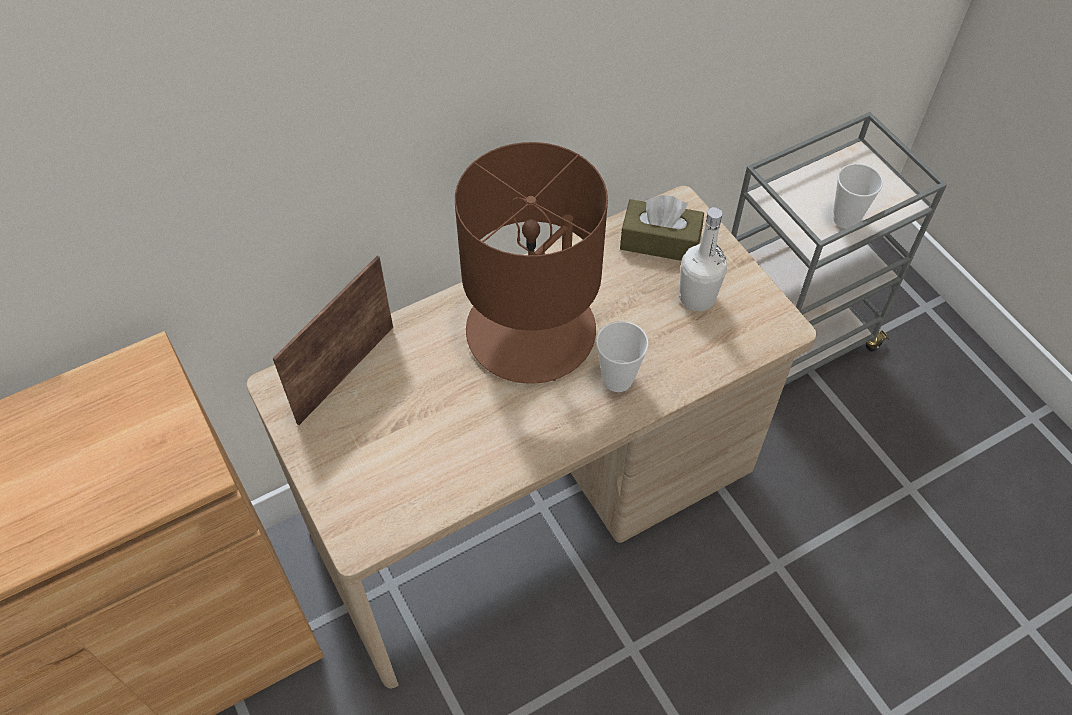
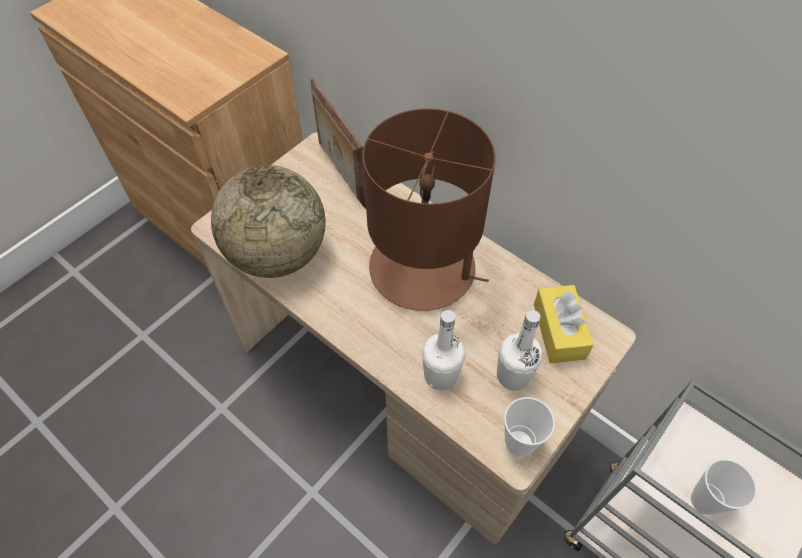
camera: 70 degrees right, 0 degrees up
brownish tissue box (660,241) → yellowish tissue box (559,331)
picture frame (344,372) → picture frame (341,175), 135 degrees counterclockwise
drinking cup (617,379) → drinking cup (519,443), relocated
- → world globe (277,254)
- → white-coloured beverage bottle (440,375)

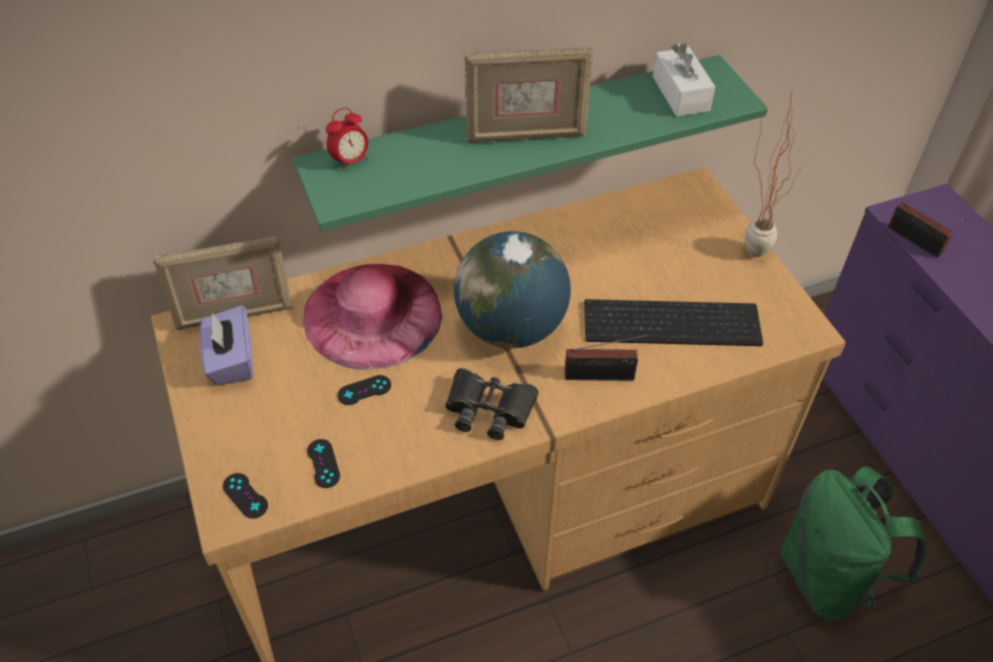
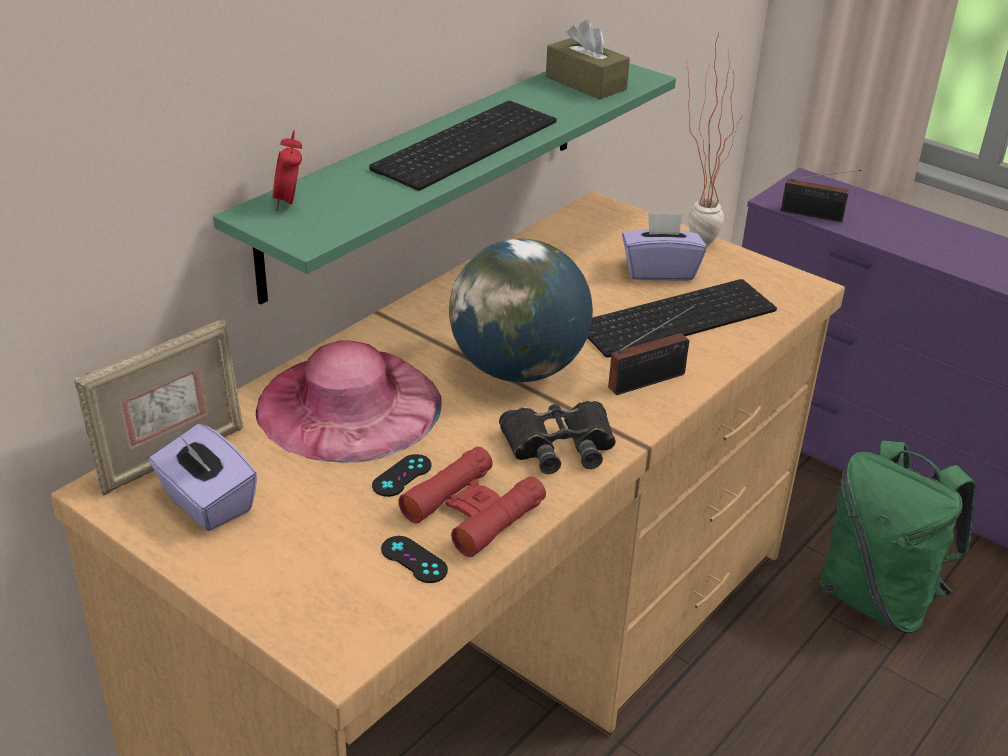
camera: 30 degrees left, 15 degrees down
white-coloured tissue box (680,93) → brownish tissue box (585,83)
picture frame (525,135) → computer keyboard (465,143)
alarm clock (350,161) → alarm clock (289,203), 150 degrees clockwise
black gamepad (245,496) → -
- → purplish tissue box (659,271)
- → reddish pair of binoculars (473,511)

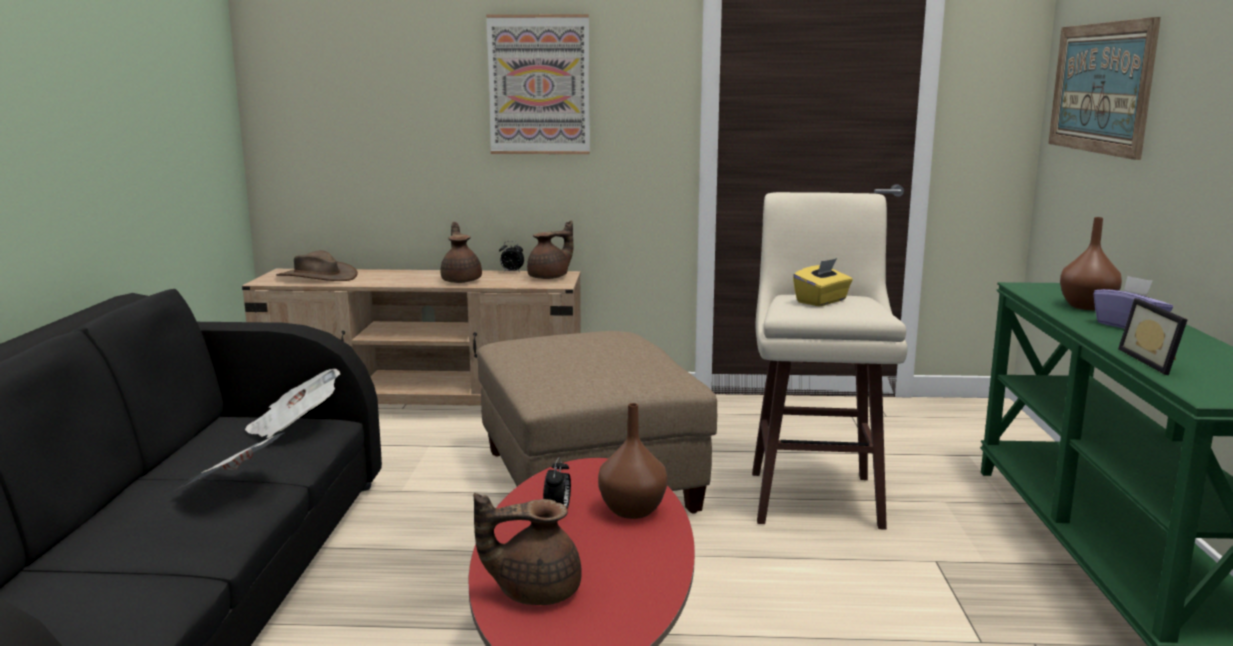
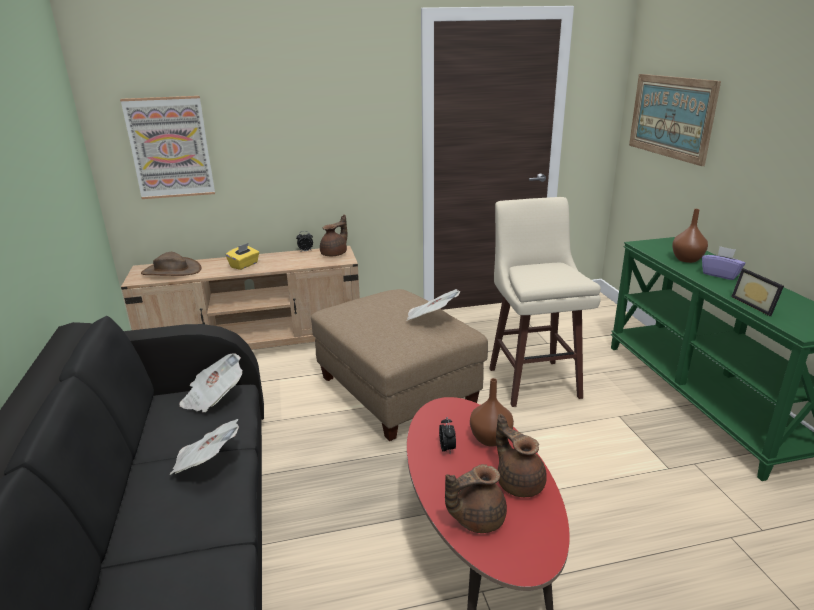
camera: 15 degrees left, 10 degrees up
wall picture (539,85) → wall picture (170,148), relocated
brownish pot for tea (461,280) → brownish pot for tea (519,482), relocated
yellowish tissue box (822,301) → yellowish tissue box (244,265), relocated
- → newspaper (431,318)

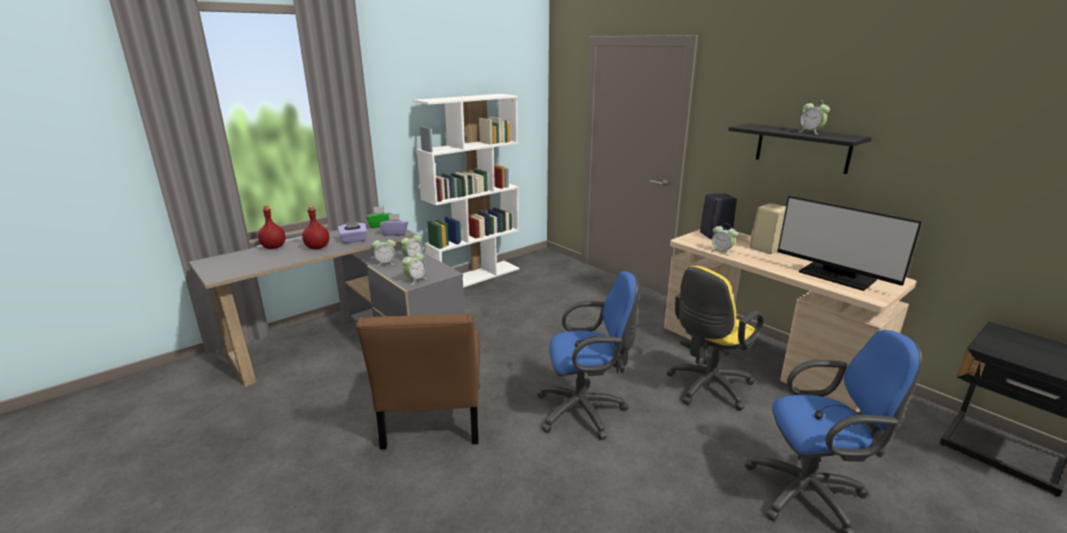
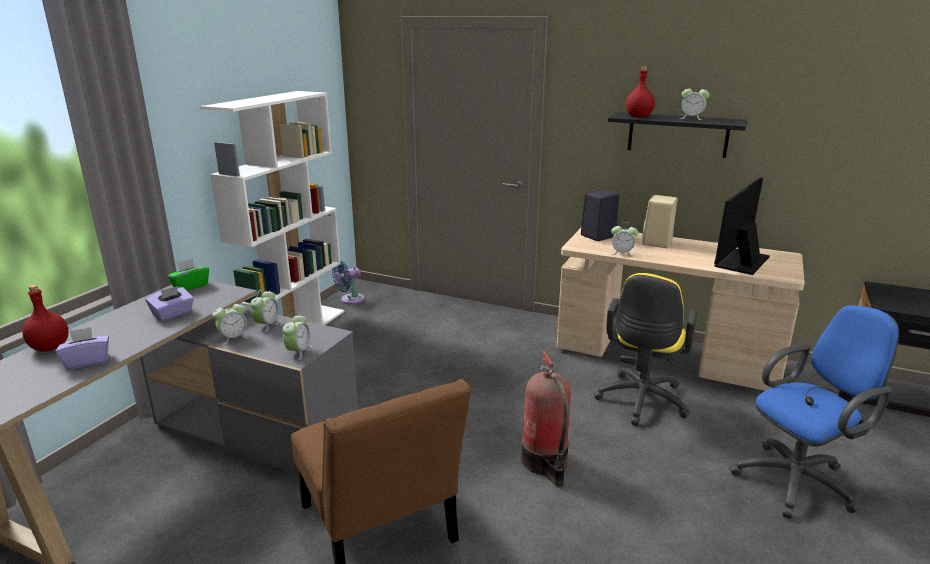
camera: 25 degrees left, 0 degrees up
computer display (836,276) → computer display (741,261), 105 degrees clockwise
reddish beverage bottle (318,248) → reddish beverage bottle (639,117), relocated
purplish tissue box (395,233) → purplish tissue box (87,361), relocated
blue computer chair (585,411) → fire extinguisher (545,463)
- → blue electric fan (350,300)

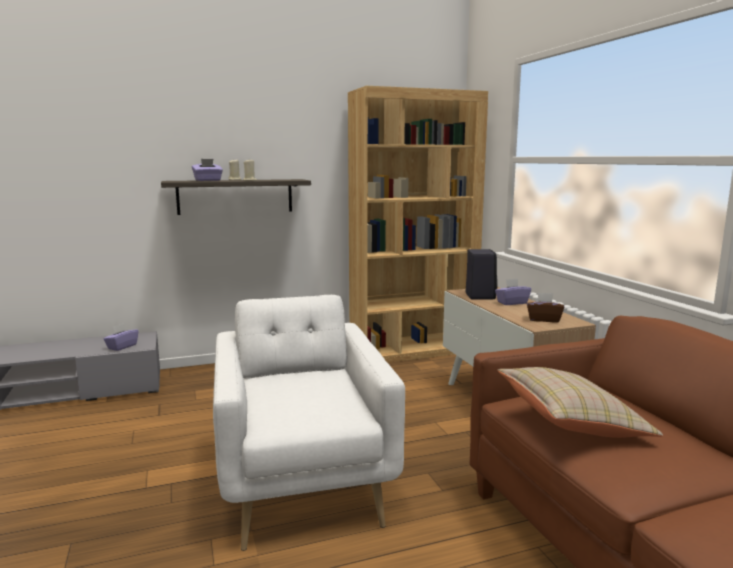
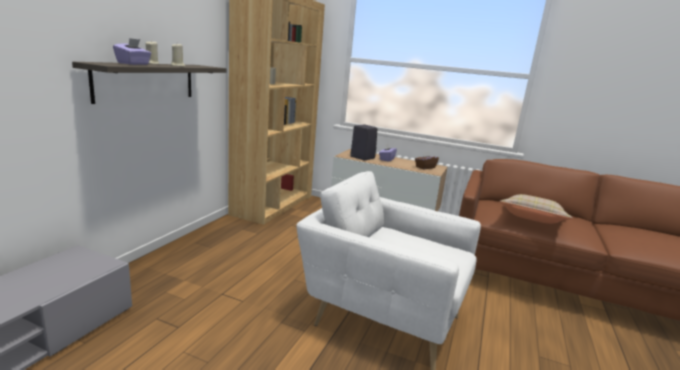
camera: 50 degrees left, 5 degrees up
purplish tissue box (122,346) → -

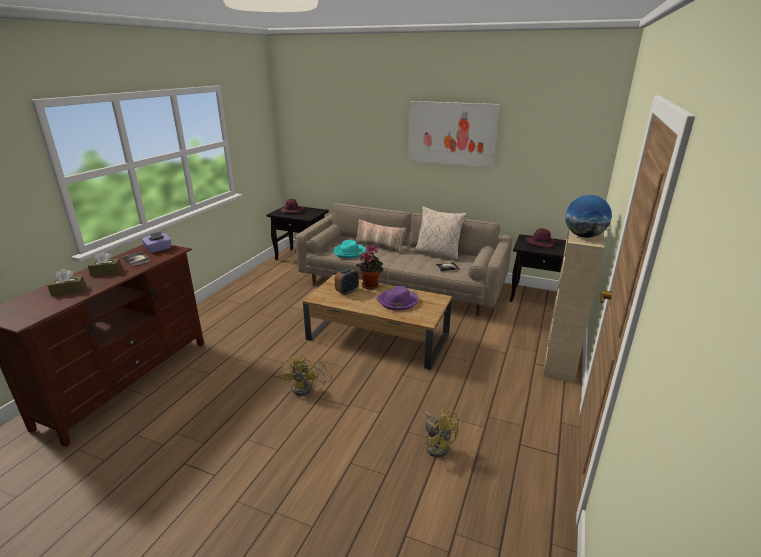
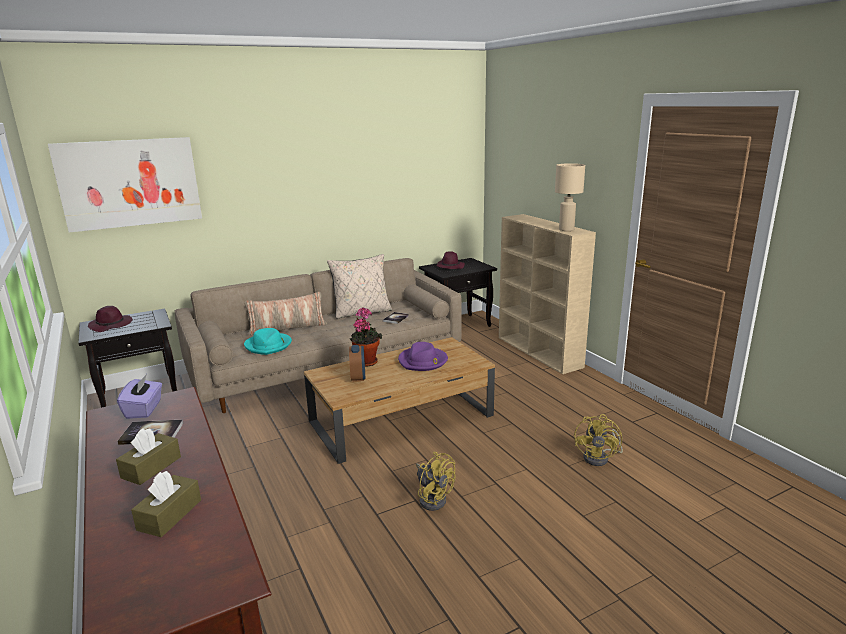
camera: 50 degrees left, 5 degrees down
wall picture (451,133) → wall picture (130,183), relocated
world globe (584,236) → beige table lamp (566,230)
yellowish electric fan (437,444) → yellowish electric fan (600,458), 105 degrees clockwise

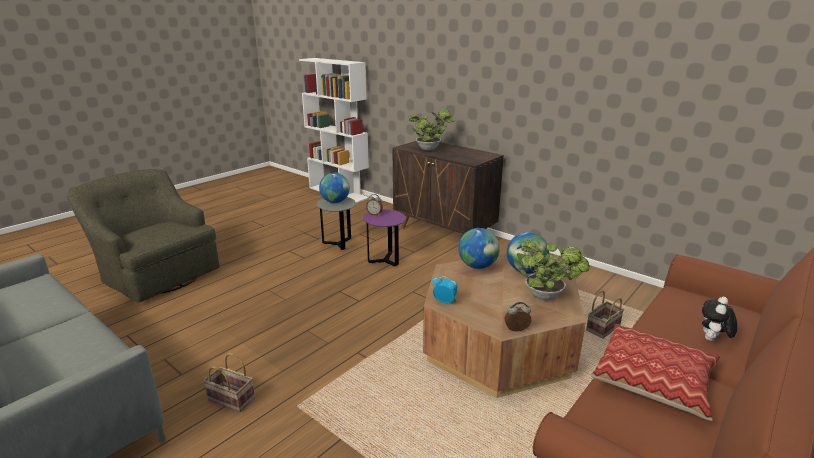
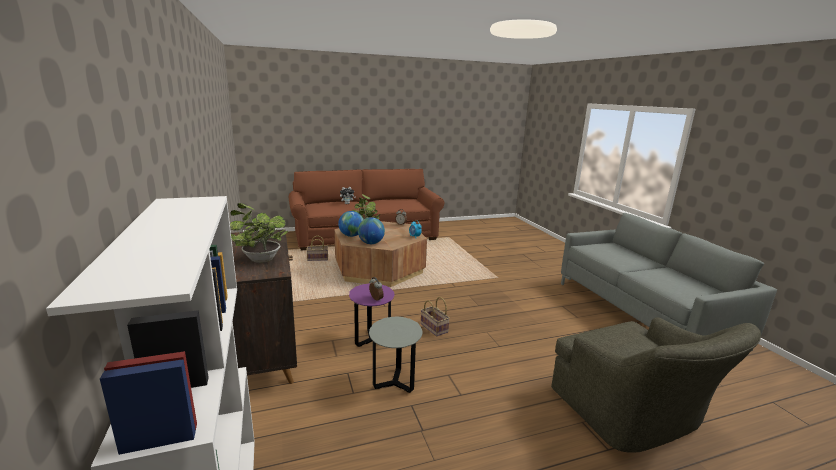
camera: 150 degrees left, 5 degrees down
world globe (335,202) → -
throw pillow (654,379) → -
basket (230,399) → basket (435,328), relocated

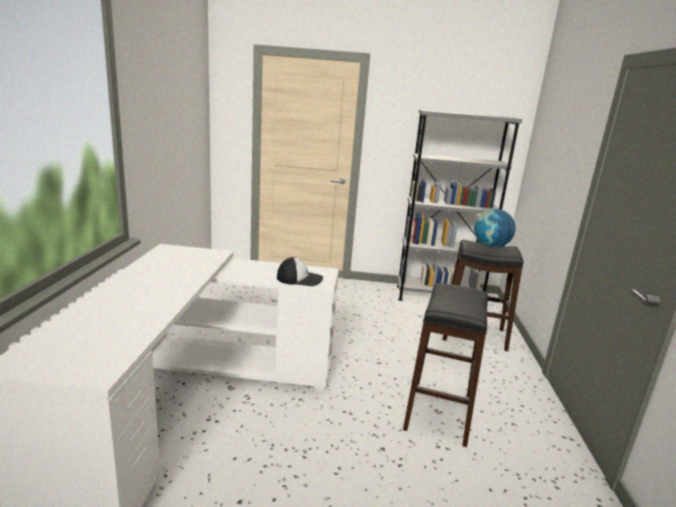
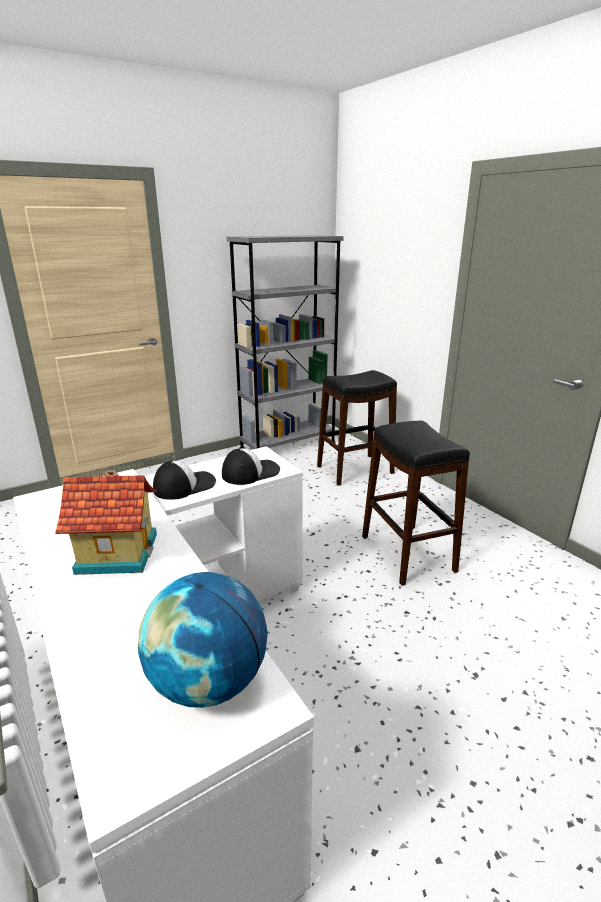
camera: 35 degrees left, 5 degrees up
world globe (490,247) → world globe (209,682), relocated
- → cap (184,485)
- → model house (117,551)

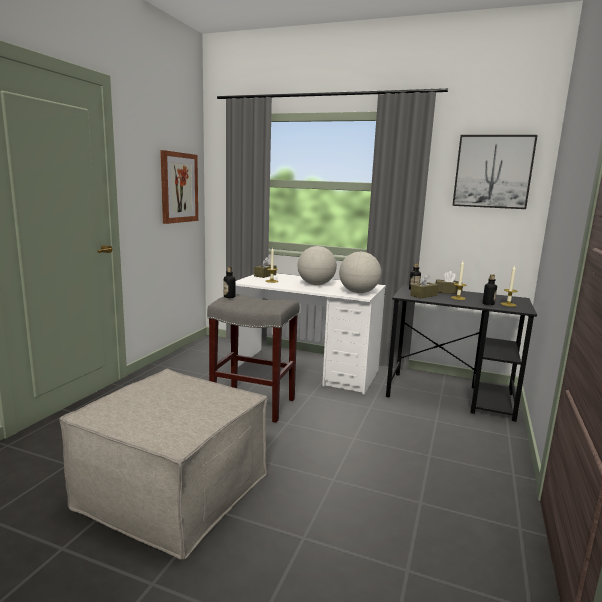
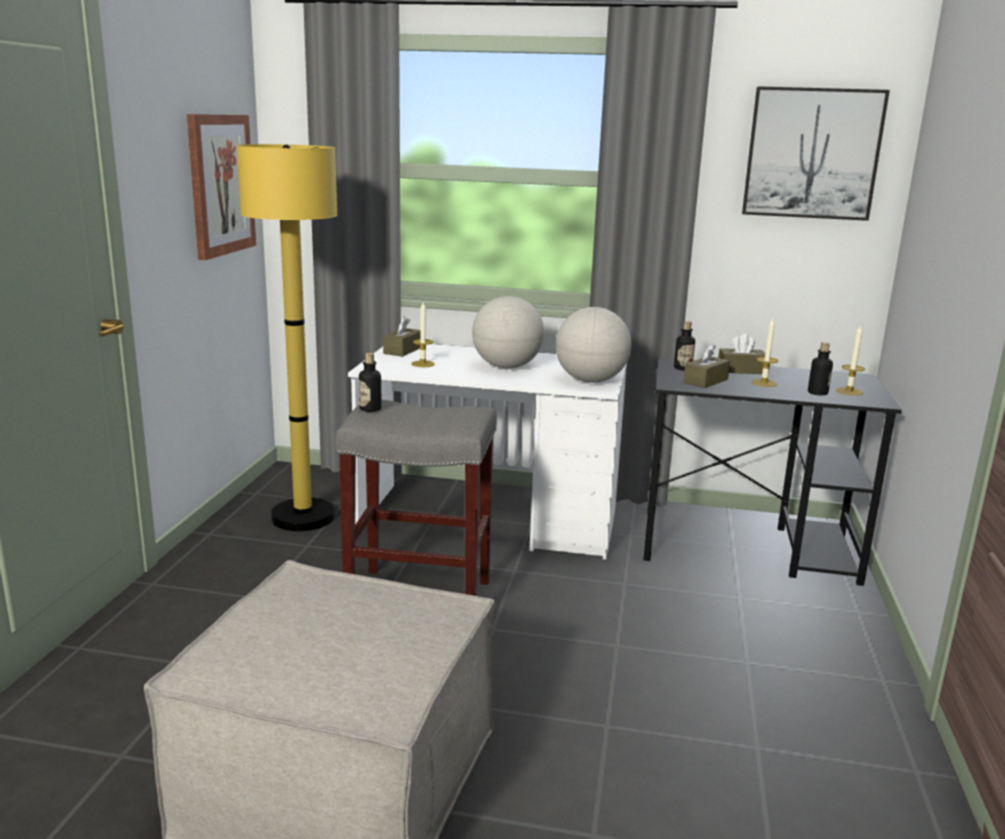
camera: 10 degrees left, 5 degrees up
- → yellowish standing lamp (303,517)

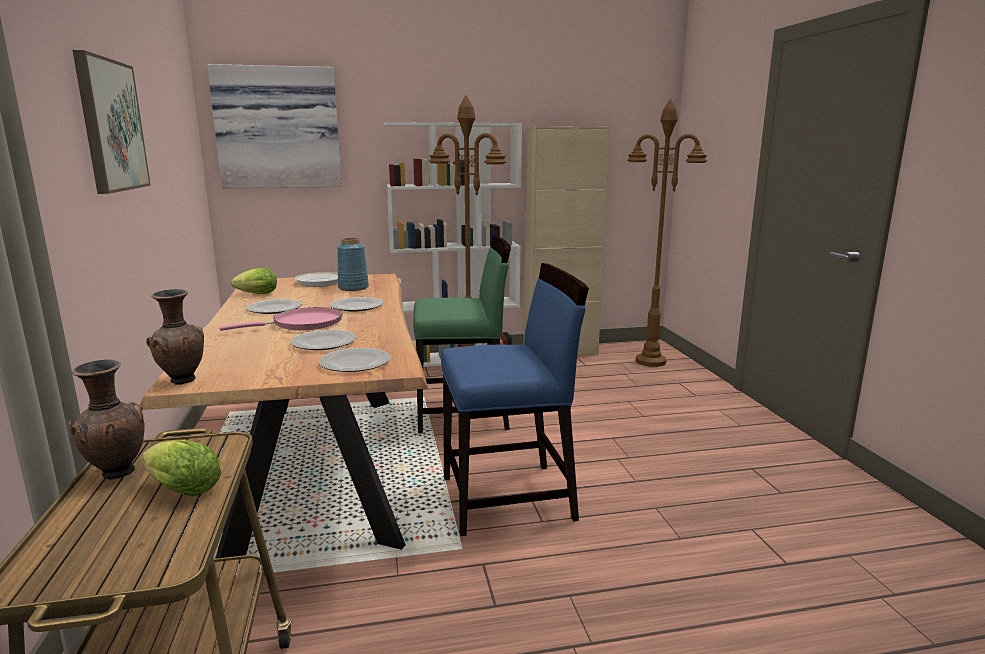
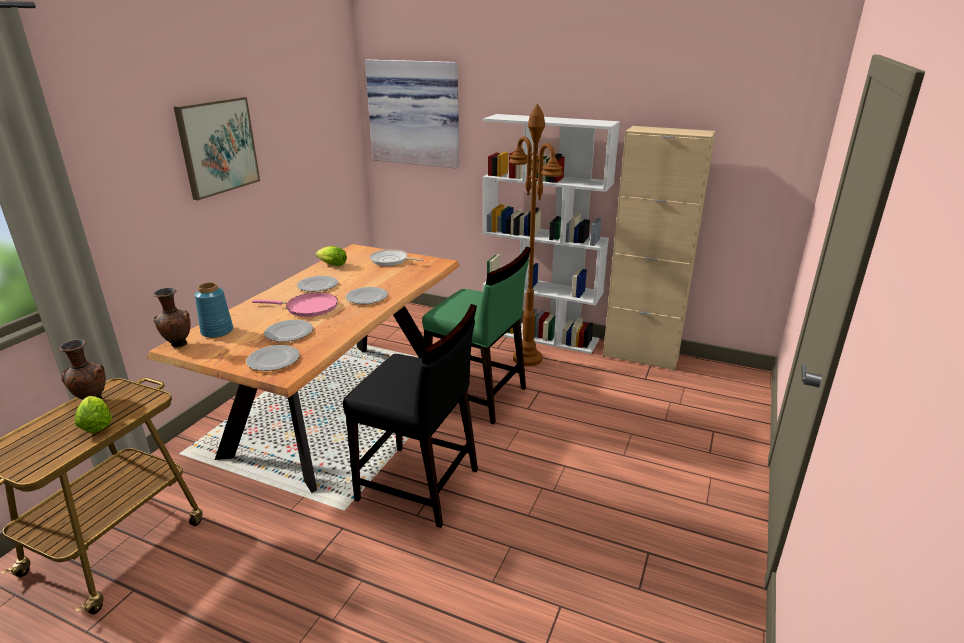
camera: 35 degrees right, 10 degrees up
brownish standing lamp (651,361) → -
blue vase (353,288) → blue vase (217,331), relocated
blue chair (509,498) → black chair (419,485)

